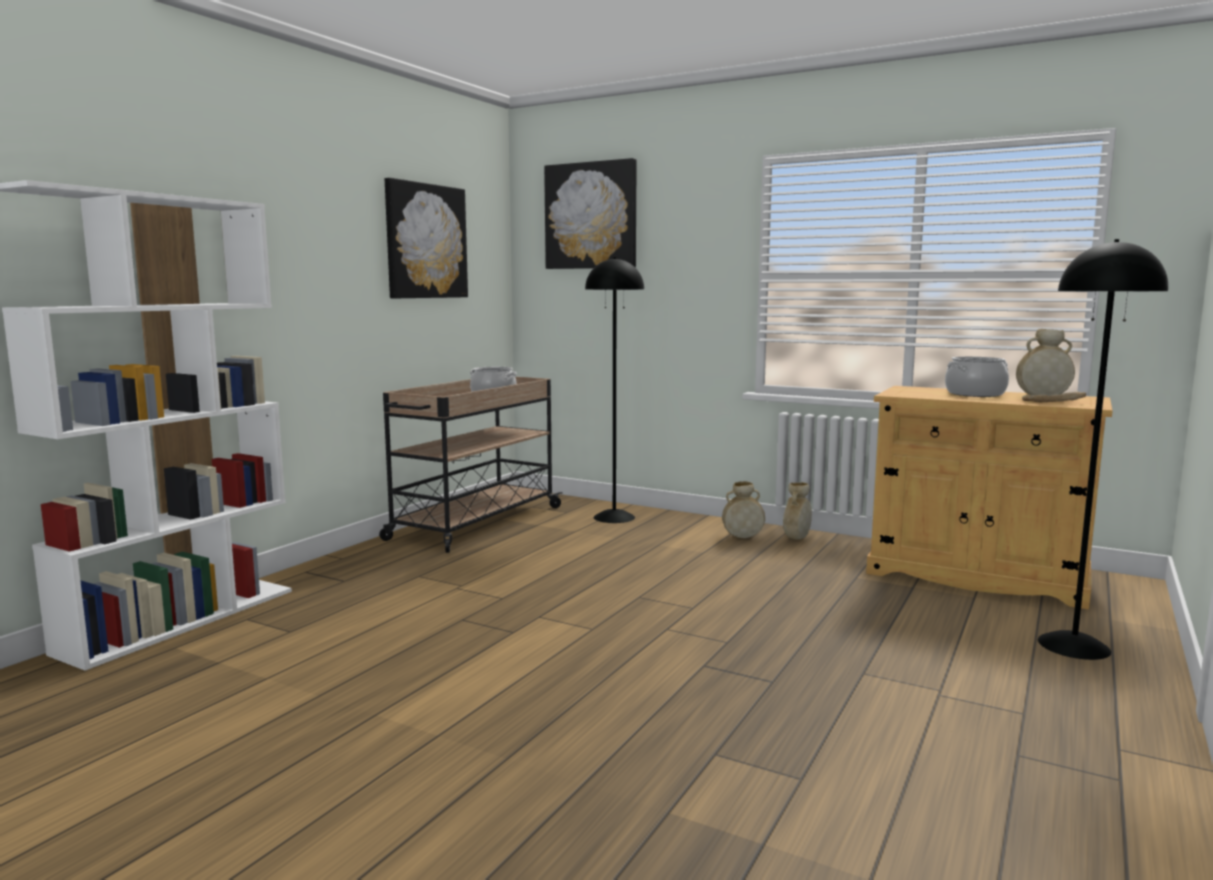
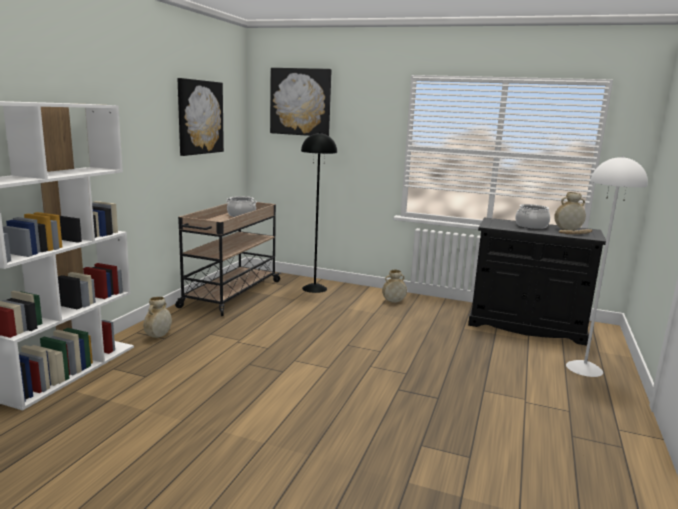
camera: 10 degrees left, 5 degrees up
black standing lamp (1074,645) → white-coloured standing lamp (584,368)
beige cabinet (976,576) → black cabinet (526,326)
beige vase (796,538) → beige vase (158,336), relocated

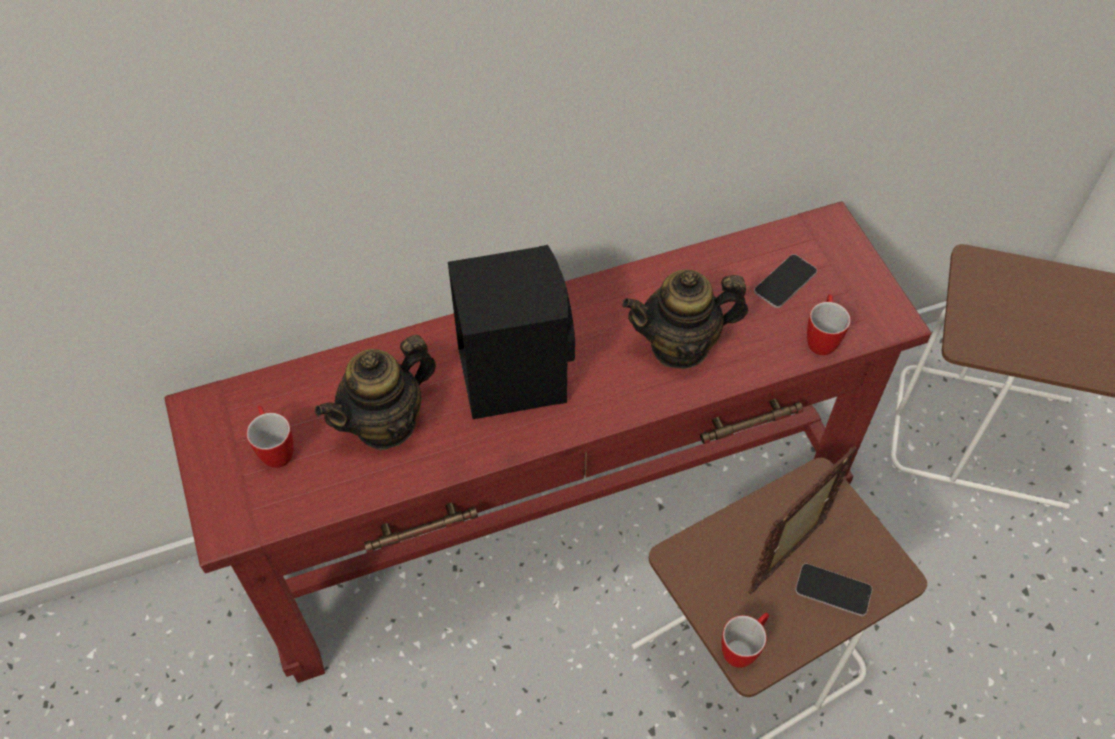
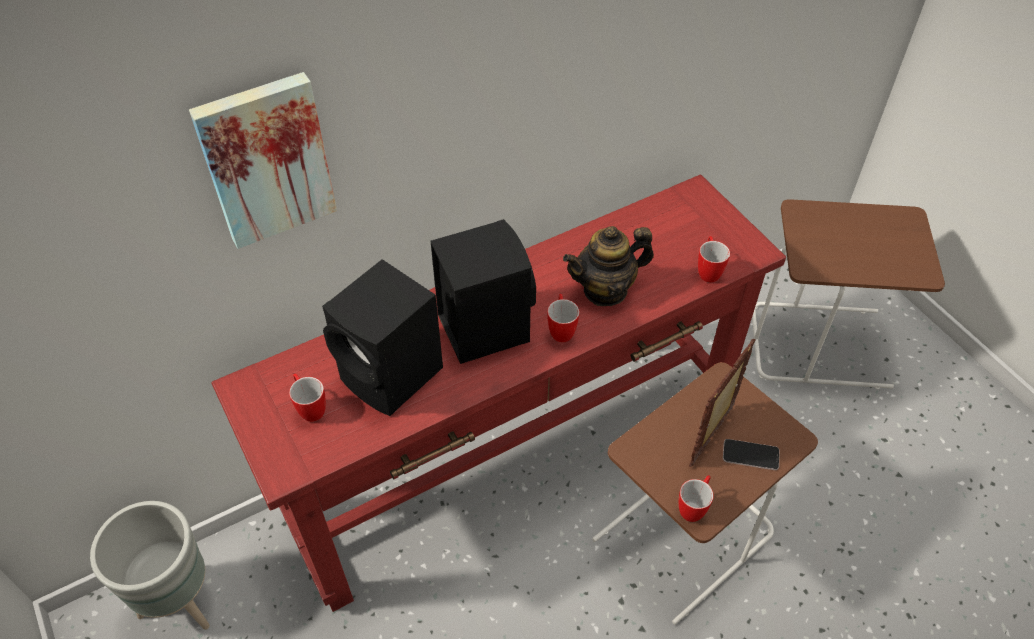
camera: 10 degrees left, 5 degrees down
handset (785,282) → -
pot for tea (386,423) → black loudspeaker (393,376)
- → wall picture (266,159)
- → tea mug (561,329)
- → gray planter (180,601)

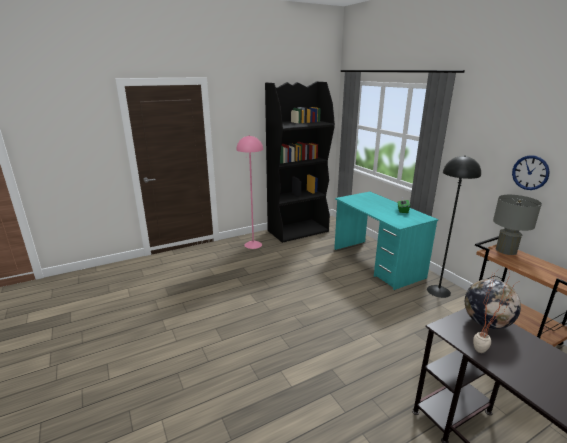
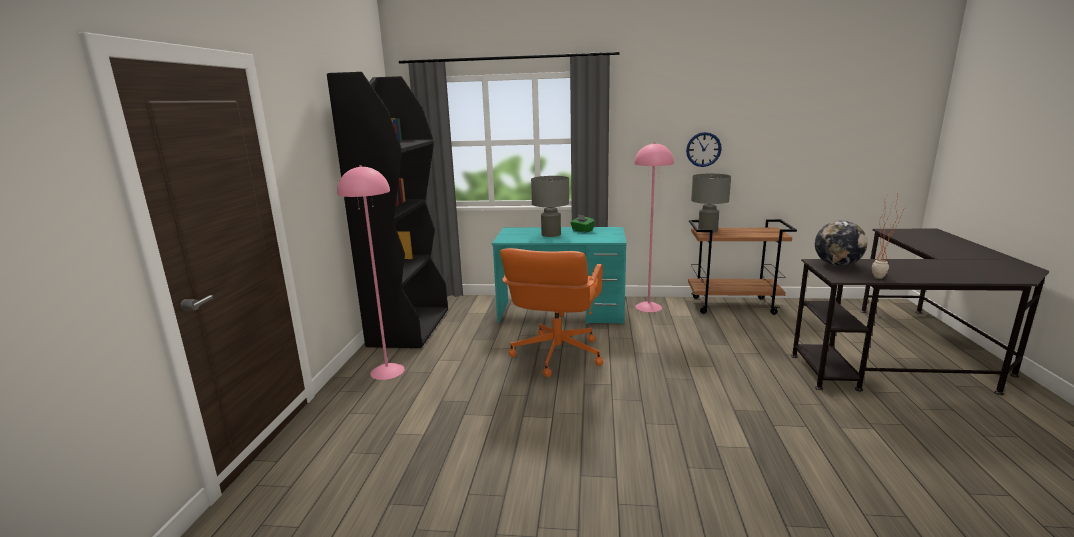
camera: 55 degrees left, 5 degrees down
black standing lamp (438,291) → pink standing lamp (648,307)
- → gray table lamp (551,234)
- → orange computer chair (556,355)

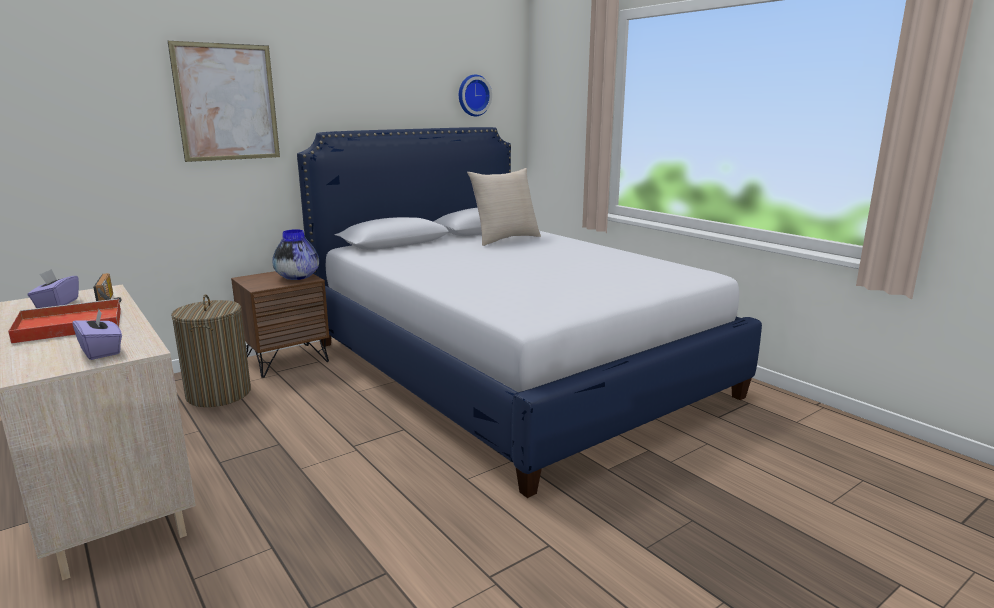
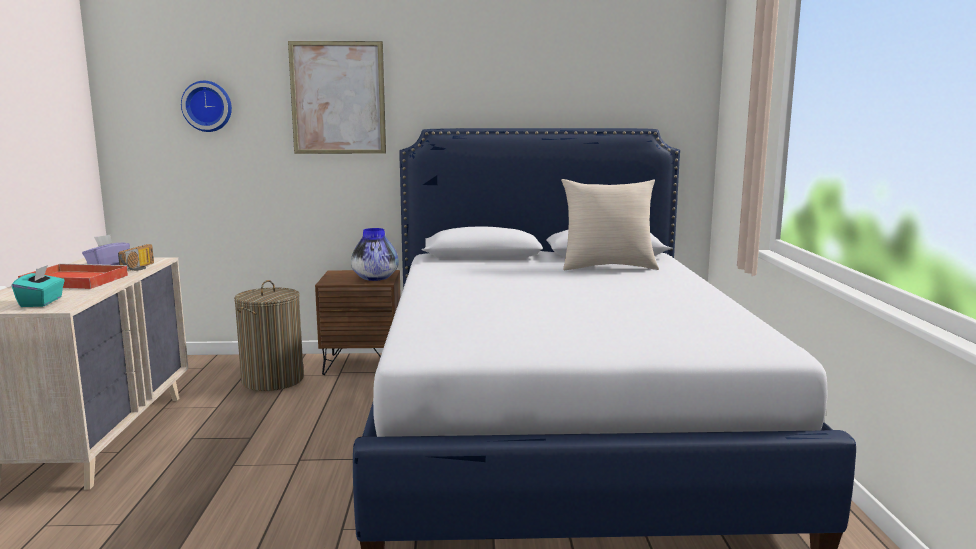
camera: 35 degrees right, 5 degrees down
clock on the wall (473,95) → clock on the wall (208,106), relocated
purplish tissue box (101,351) → blue-green tissue box (42,302)

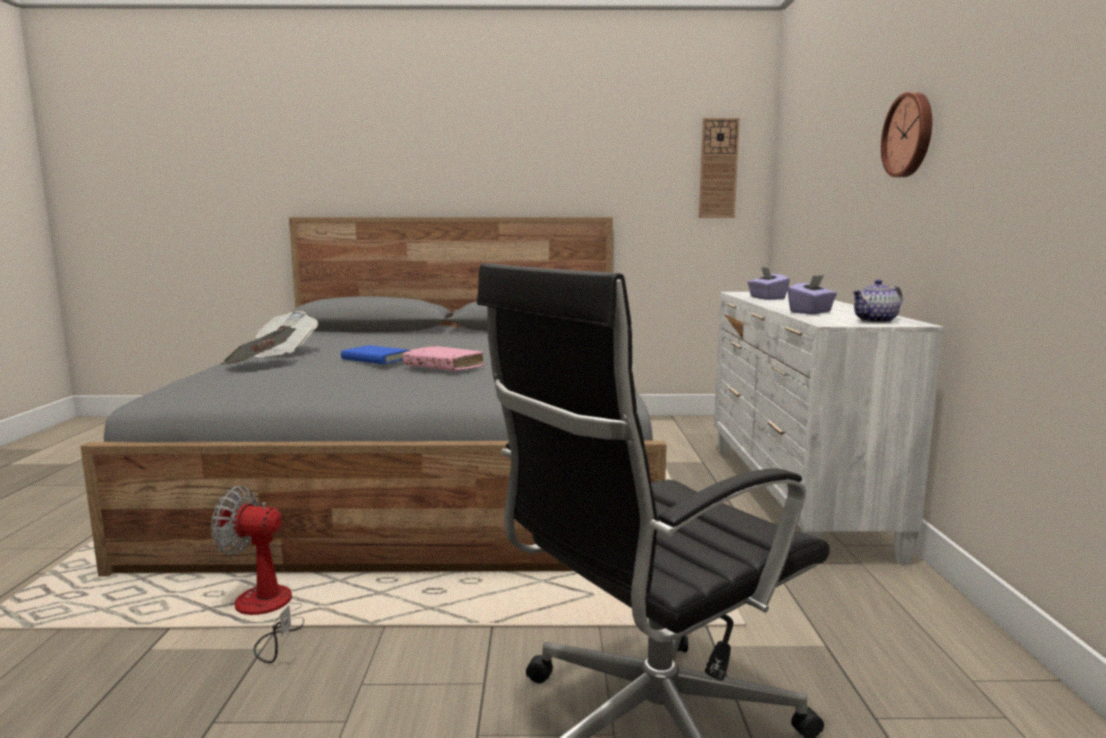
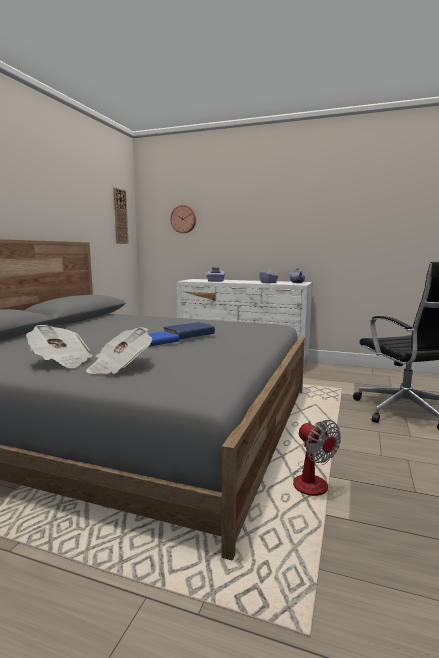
camera: 70 degrees left, 0 degrees up
clock on the wall (910,135) → clock on the wall (183,219), relocated
pink volume (443,367) → blue volume (189,336)
electric fan (266,612) → electric fan (312,479), 60 degrees counterclockwise

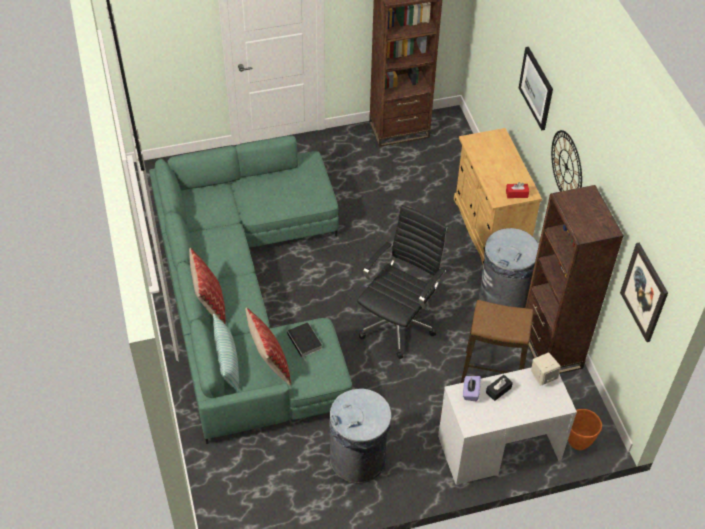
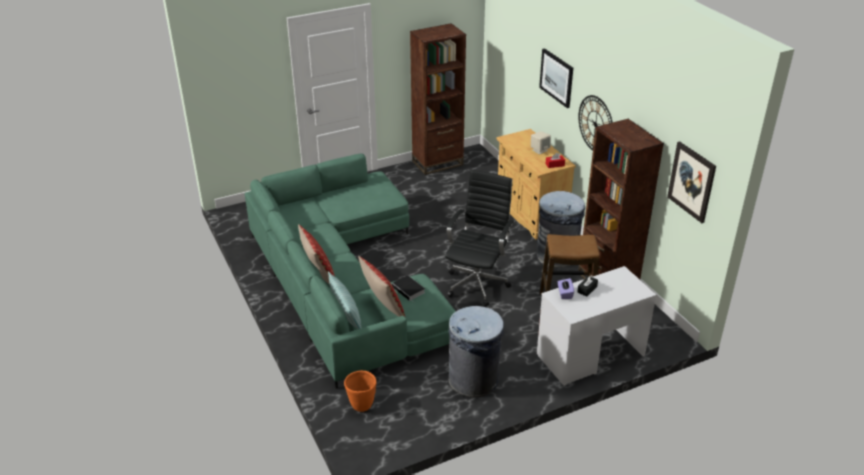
camera: 10 degrees left, 15 degrees down
beige loudspeaker (543,376) → beige loudspeaker (539,150), relocated
orange planter (578,441) → orange planter (361,405), relocated

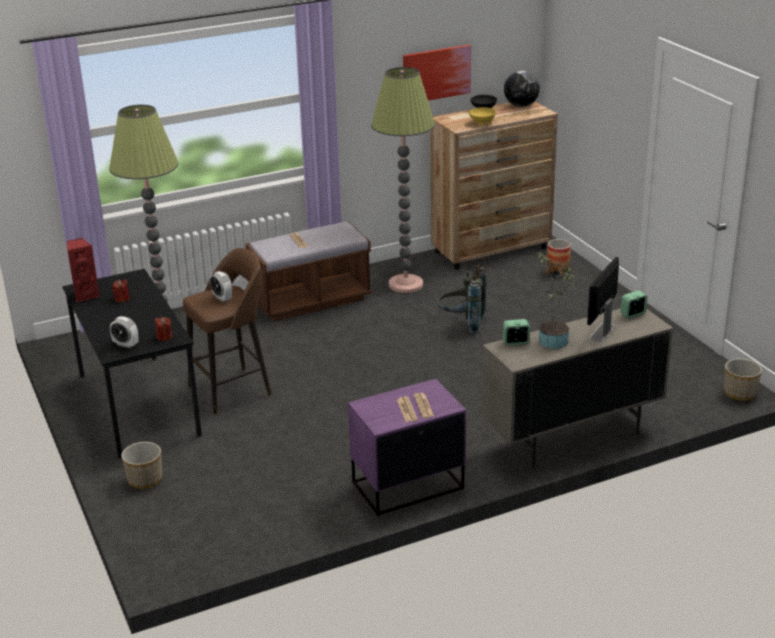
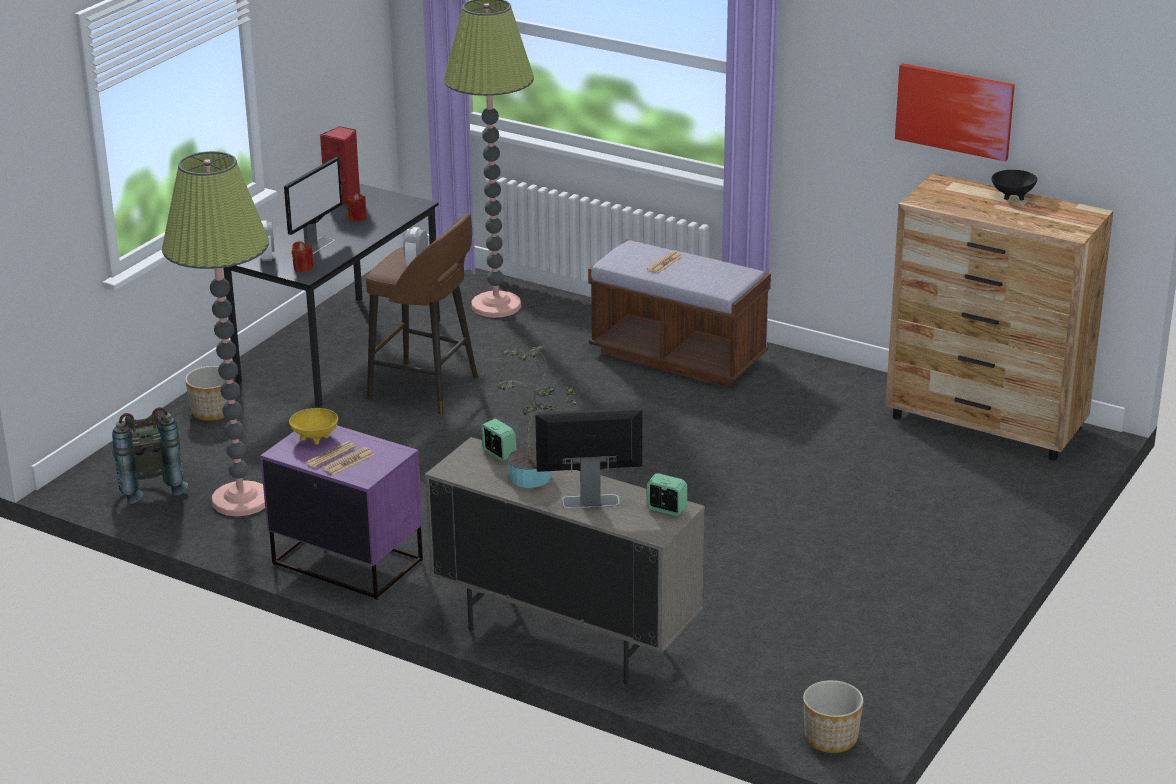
camera: 55 degrees right, 0 degrees up
standing lamp (405,284) → standing lamp (241,500), relocated
world globe (521,105) → -
yellowish deep dish (482,123) → yellowish deep dish (316,437), relocated
planter (557,272) → -
gray rucksack (461,324) → gray rucksack (149,486), relocated
- → computer display (315,246)

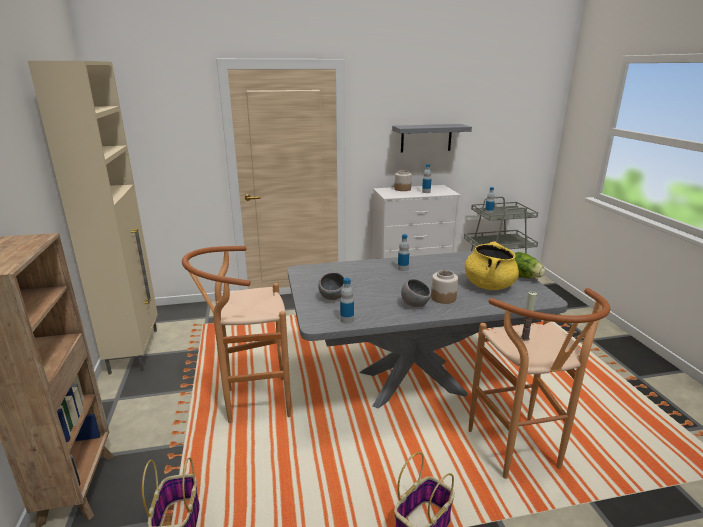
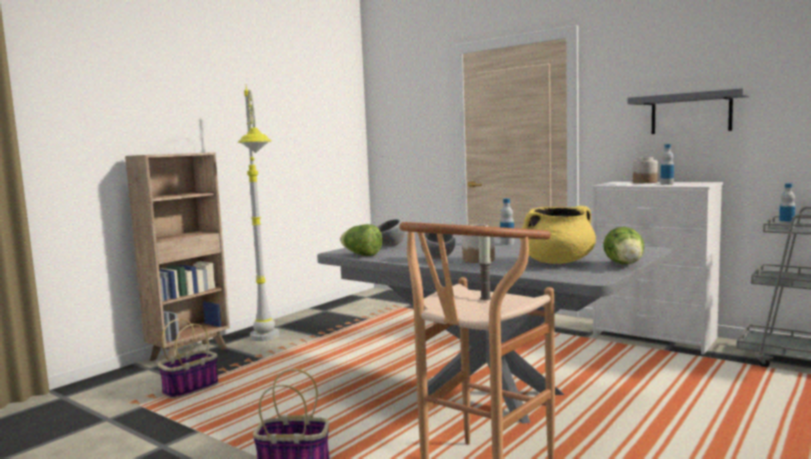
camera: 50 degrees right, 15 degrees down
beige cabinet (135,350) → -
brownish stool seat (250,402) → -
beverage bottle (347,320) → lettuce head (361,255)
- → gray standing lamp (267,343)

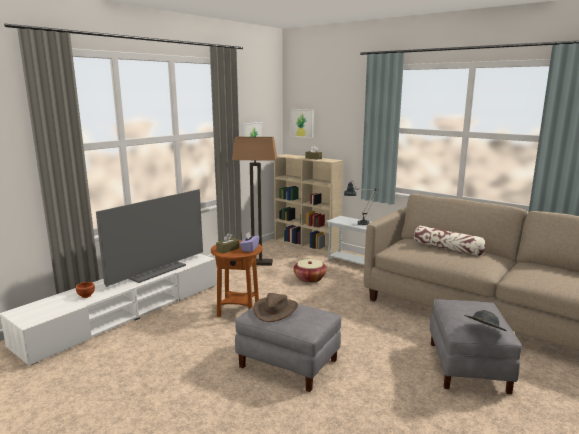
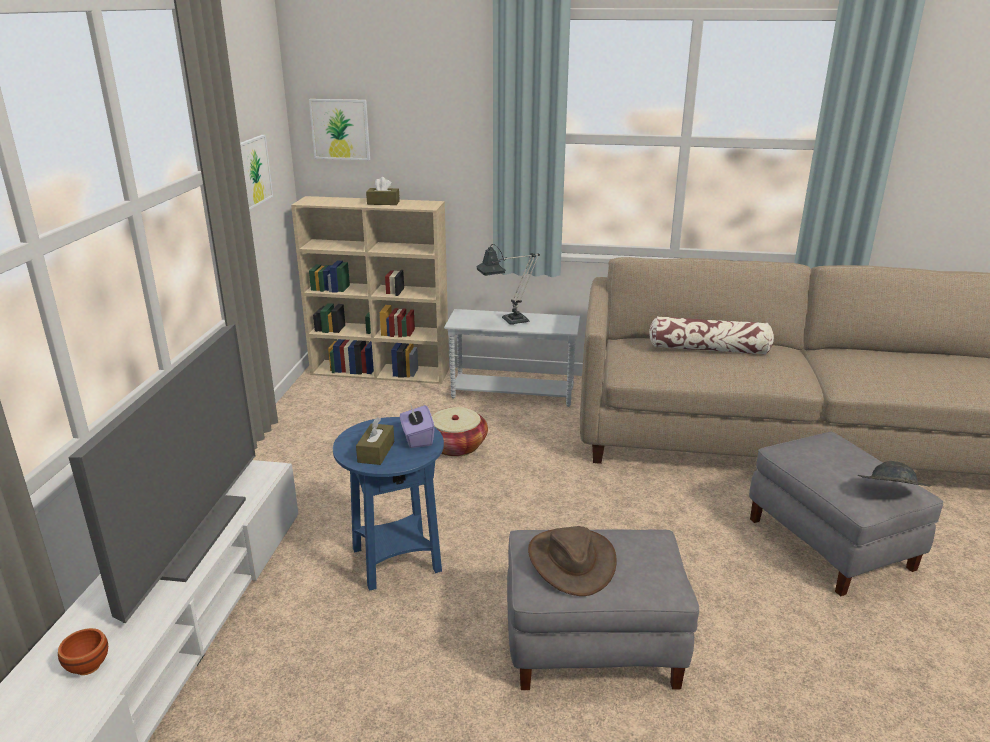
camera: 30 degrees left, 10 degrees up
standing lamp (257,263) → -
brownish accent table (238,310) → blue accent table (396,560)

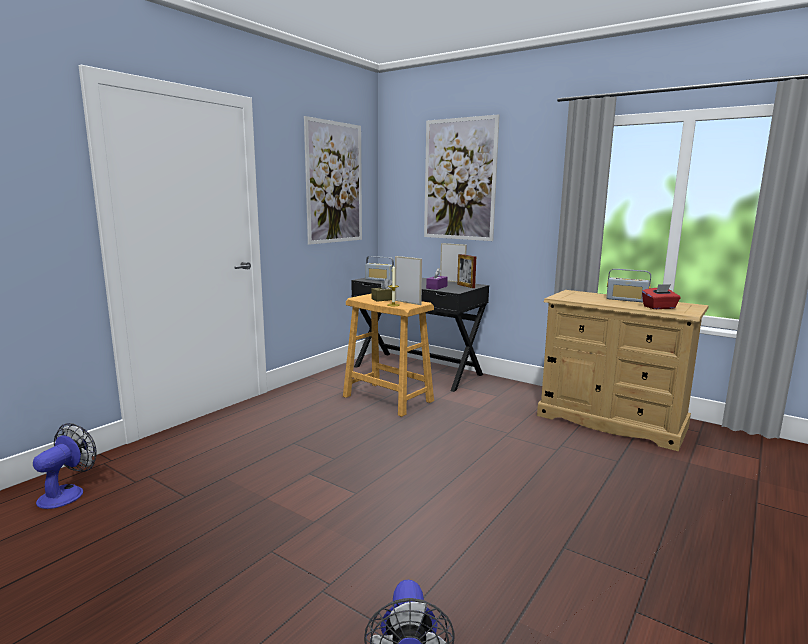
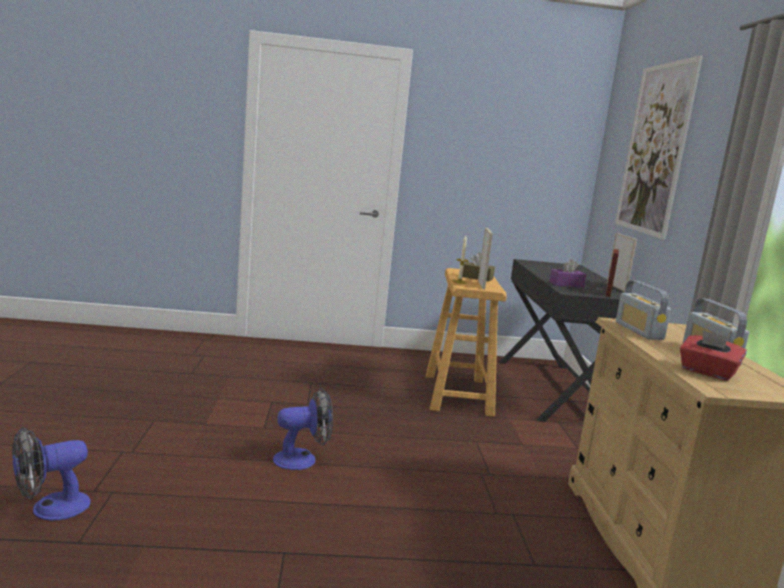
camera: 50 degrees right, 0 degrees up
wall picture (334,183) → -
radio receiver (379,280) → radio receiver (639,331), relocated
electric fan (67,493) → electric fan (302,459), relocated

